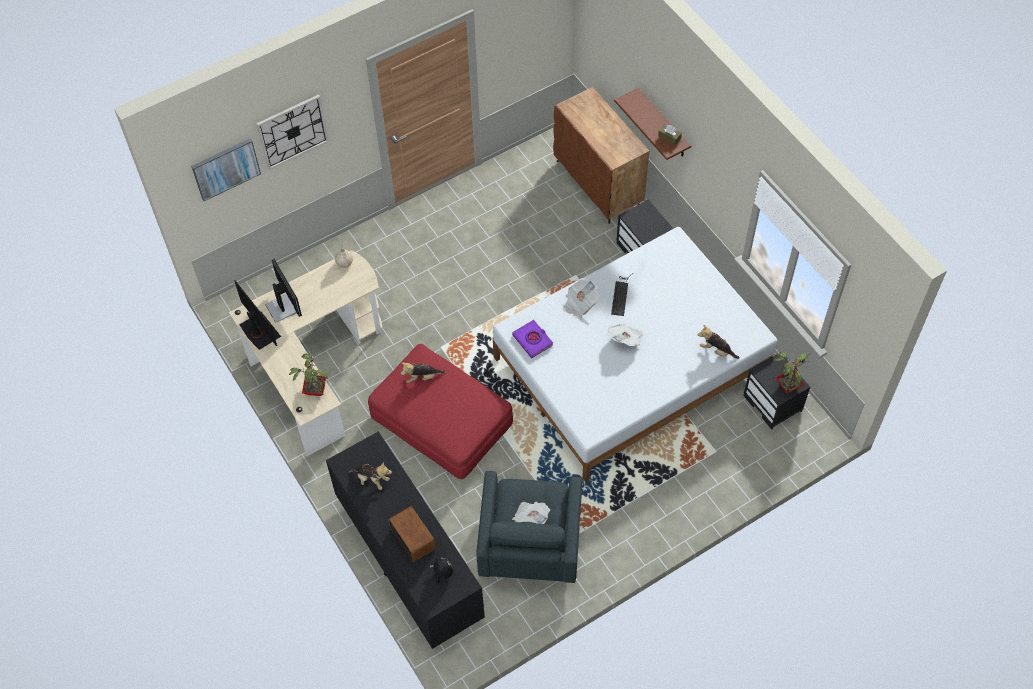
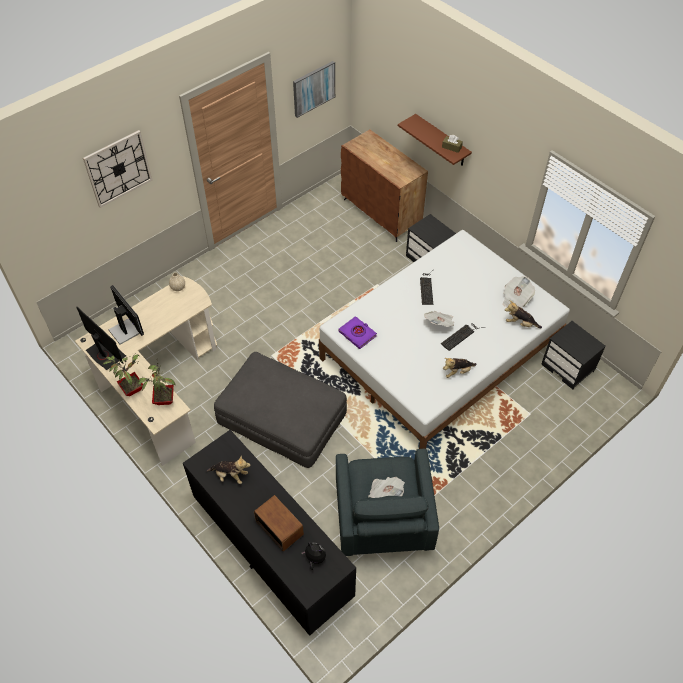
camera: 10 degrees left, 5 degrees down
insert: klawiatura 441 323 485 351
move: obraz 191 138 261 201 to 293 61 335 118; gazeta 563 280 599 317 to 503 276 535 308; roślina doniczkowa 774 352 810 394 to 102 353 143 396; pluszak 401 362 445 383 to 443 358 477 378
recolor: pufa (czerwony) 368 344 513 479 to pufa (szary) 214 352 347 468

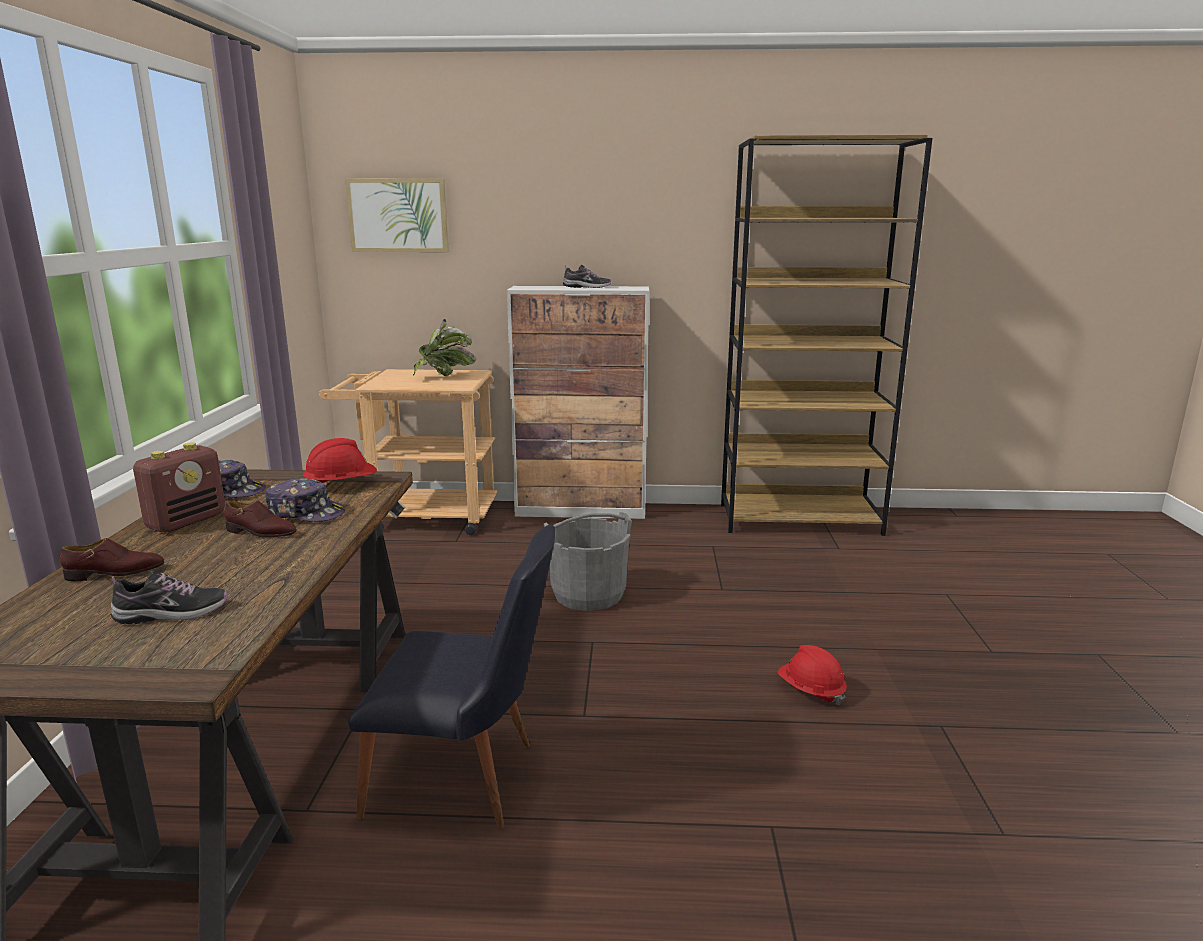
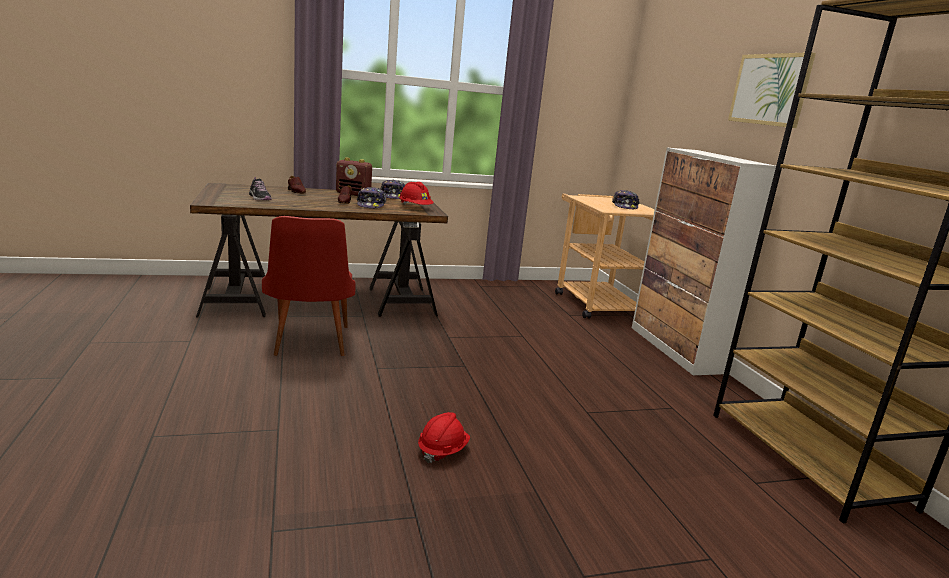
camera: 70 degrees right, 0 degrees up
delete: but 563 265 611 288; wiadro (szary) 543 512 632 611
move: obraz 345 178 449 252 to 728 52 816 128
replace: roślina doniczkowa 413 319 476 376 to czapka z daszkiem 612 190 640 209
recolor: krzesło (czarny) 348 525 555 828 to krzesło (czerwony) 262 216 355 356

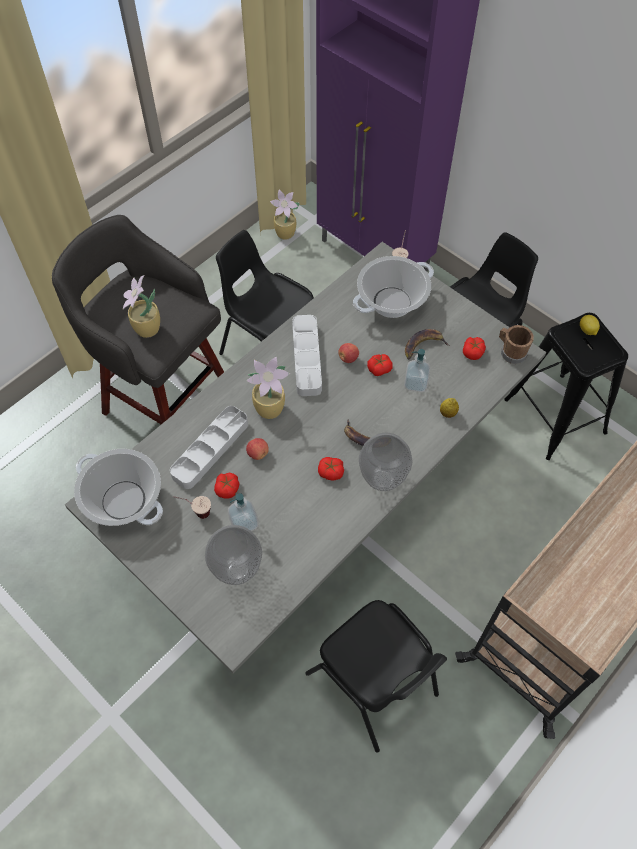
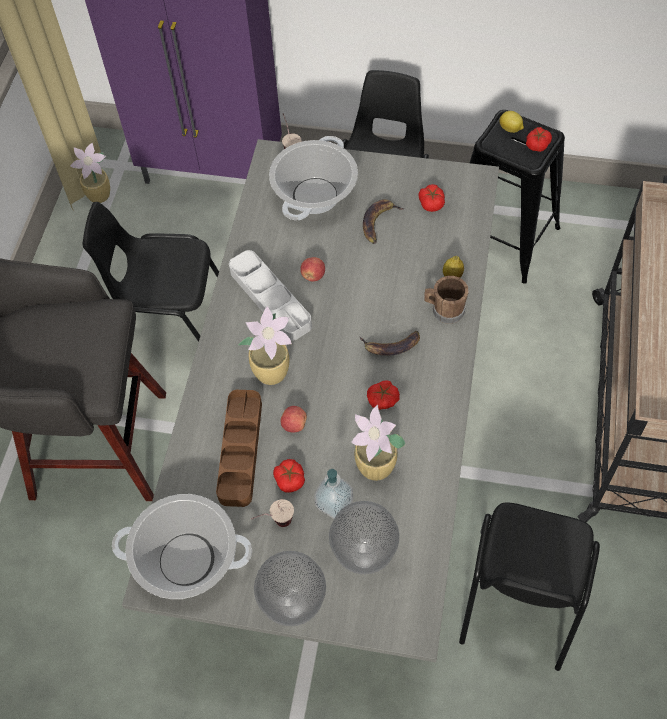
camera: 30 degrees left, 0 degrees up
delete: dozownik mydła 404 349 430 392
move: roślina doniczkowa 123 275 160 338 to 351 405 405 481; kubek (brązowy) 499 325 534 364 to 424 276 469 324; pomidor 367 354 393 376 to 526 127 552 152; wazon 359 433 412 491 to 254 551 326 626
recolor: taca (szary) 170 406 248 489 to taca (brązowy) 216 390 262 507
rotate: krzesło (czarny) 305 600 447 753 = 459 503 600 671 90 degrees clockwise

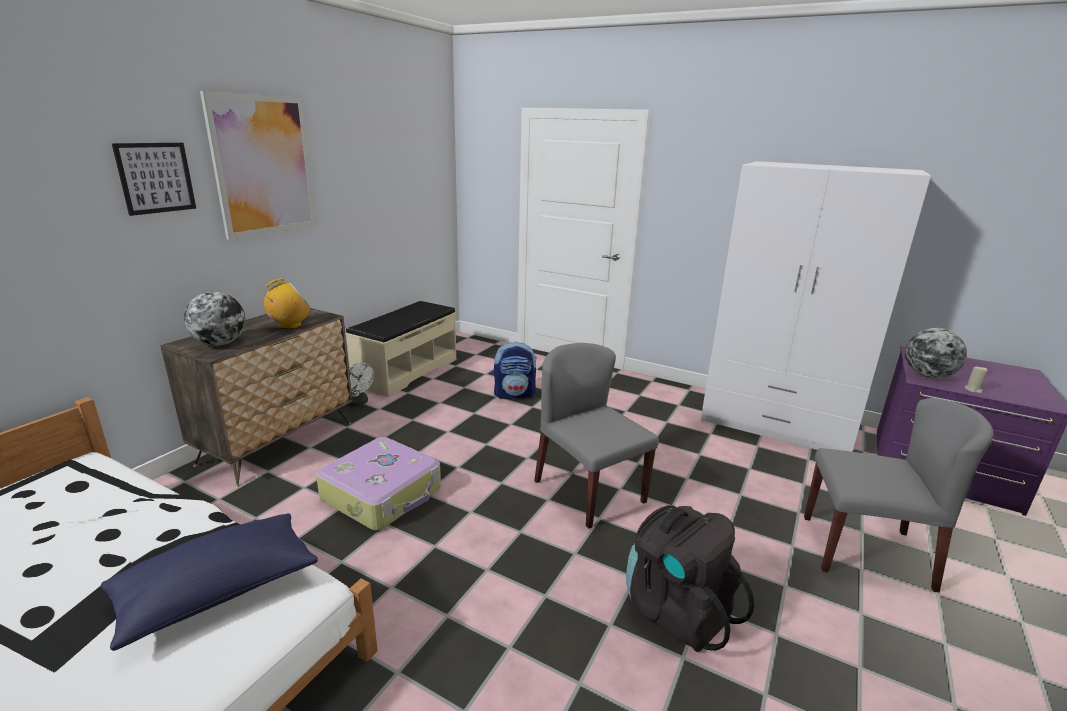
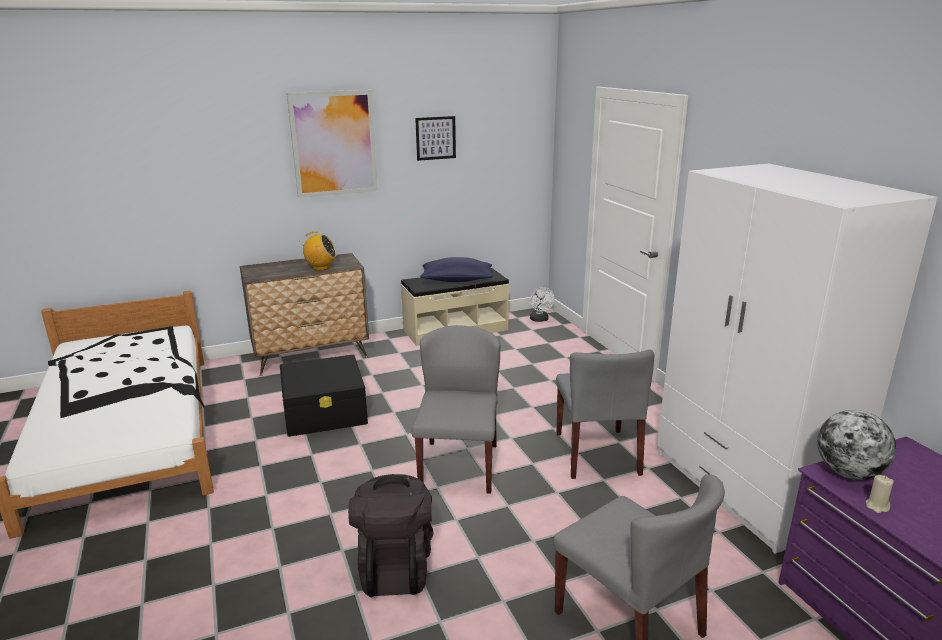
camera: 40 degrees right, 0 degrees up
delete: globus 184 292 245 346; plecak 494 342 537 399
insert: krzesło (szary) 556 350 655 479
move: obraz 112 143 196 216 to 415 116 456 161; wentylator (biały) 346 362 374 407 to 530 287 555 322; poduszka (niebieski) 101 513 318 651 to 420 257 493 282
replace: walizka 316 437 441 530 to pojemnik do przechowywania (czarny) 280 355 368 437

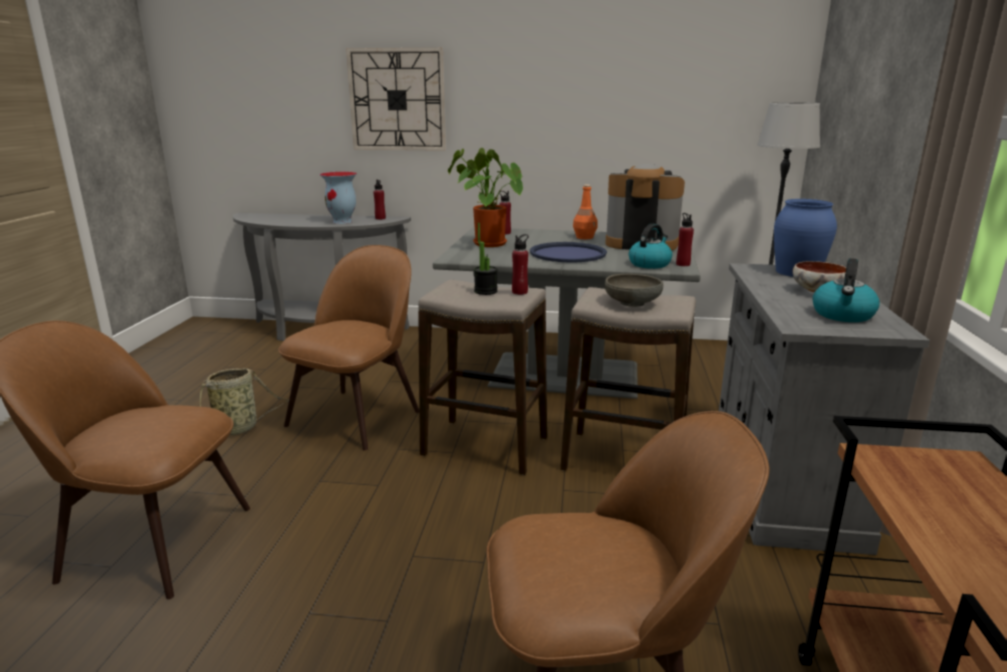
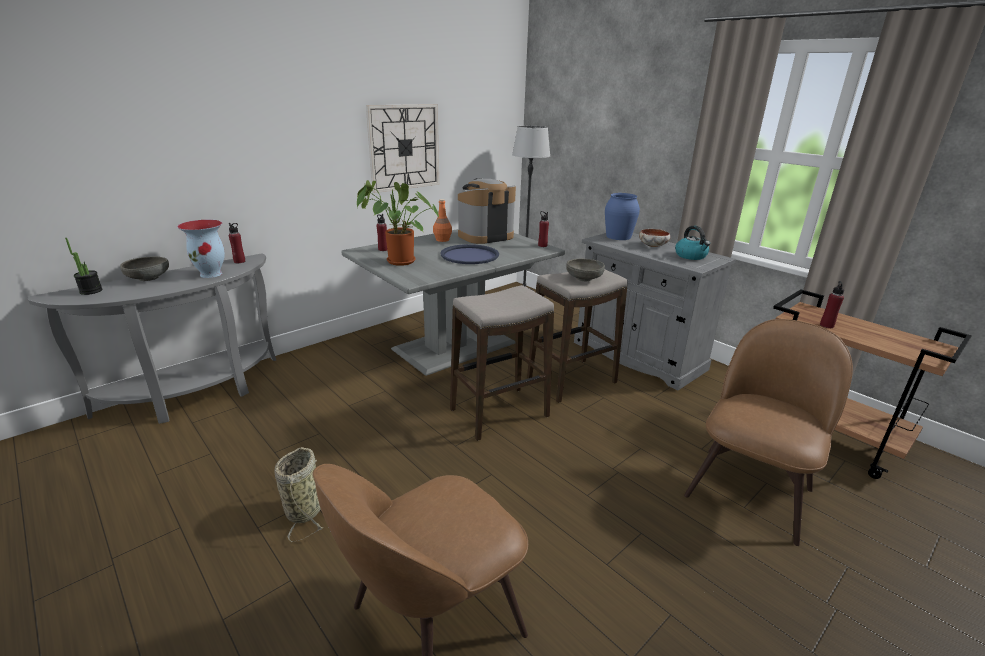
camera: 50 degrees left, 5 degrees up
delete: czajnik 629 224 672 269; krzesło (brązowy) 278 245 420 451
insert: miska (szary) 120 257 169 281
move: zegar ścienny 346 48 446 151 to 366 104 439 193; roślina doniczkowa 474 223 498 295 to 65 238 102 295; butelka (czerwony) 512 234 529 295 to 820 281 844 328

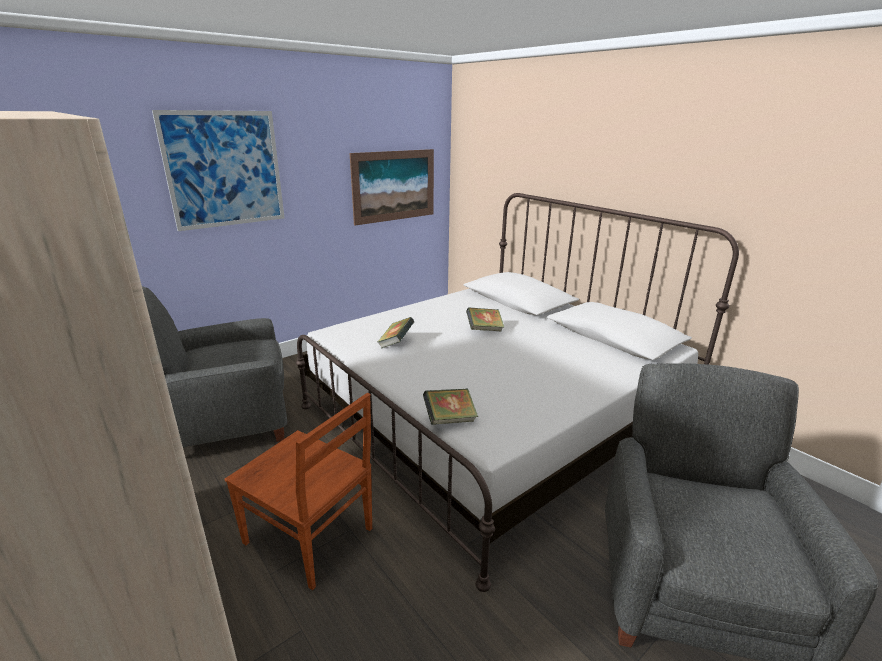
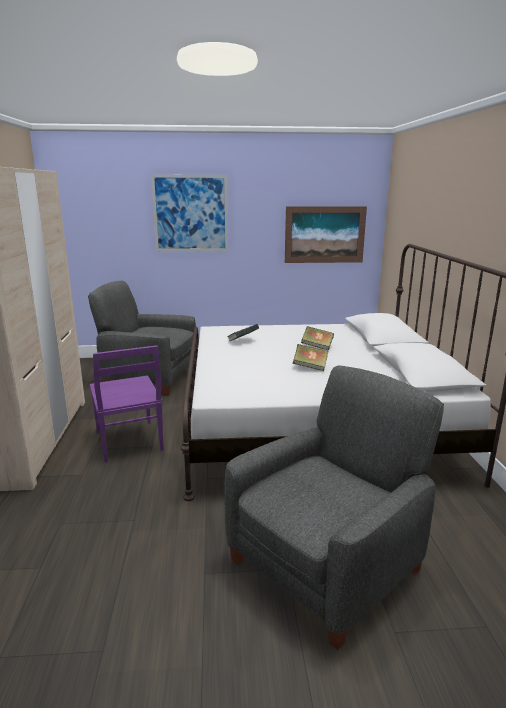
camera: 35 degrees right, 5 degrees down
move: książka 423 388 478 425 to 293 344 328 371
recolor: krzesło (brązowy) 225 393 372 590 to krzesło (fioletowy) 90 345 164 462

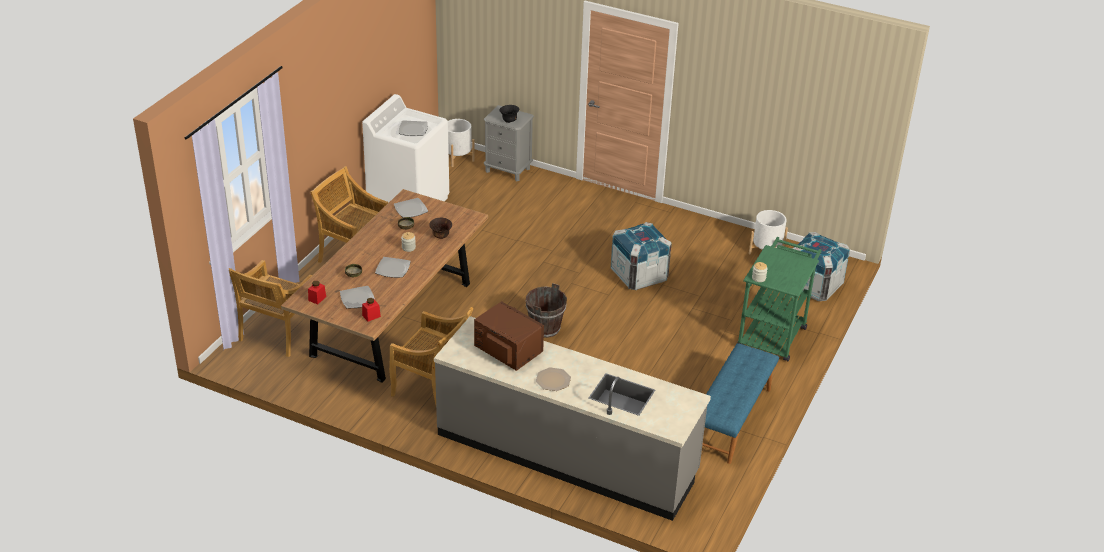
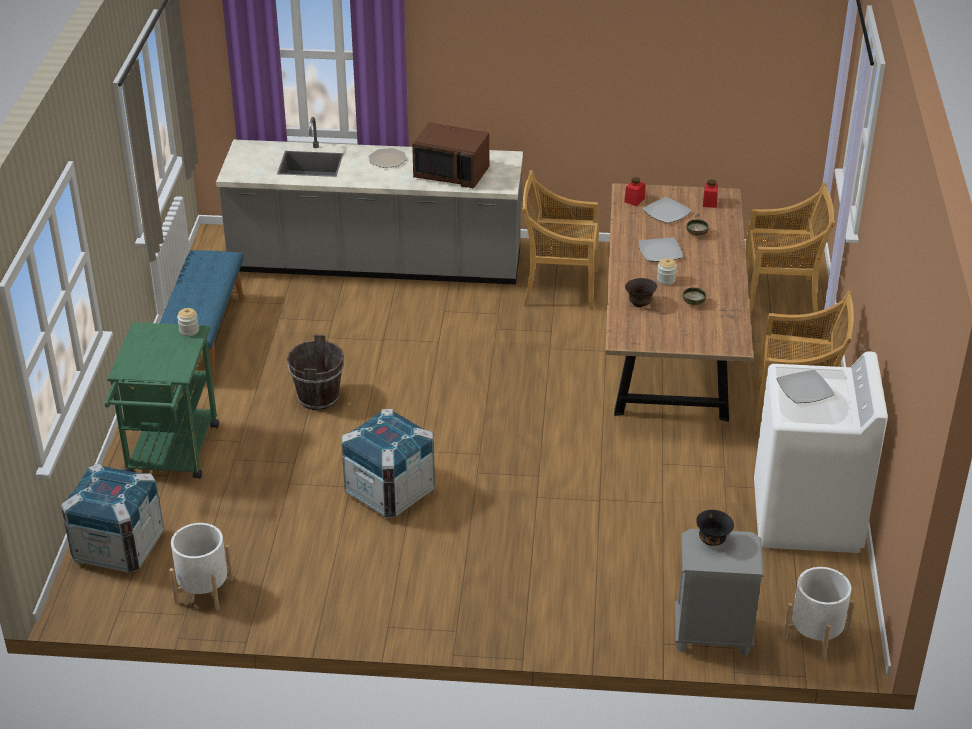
camera: 160 degrees right, 0 degrees up
delete: talerz 394 198 428 217
move: wiadro (brązowy) 525 283 567 338 to 287 335 344 410
rotate: krzesło (beżowy) 229 260 313 357 = 745 182 835 316 90 degrees clockwise

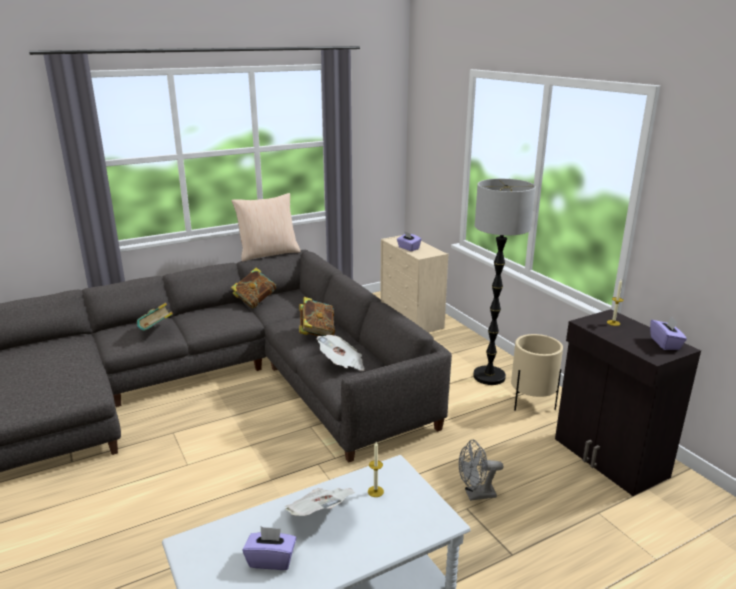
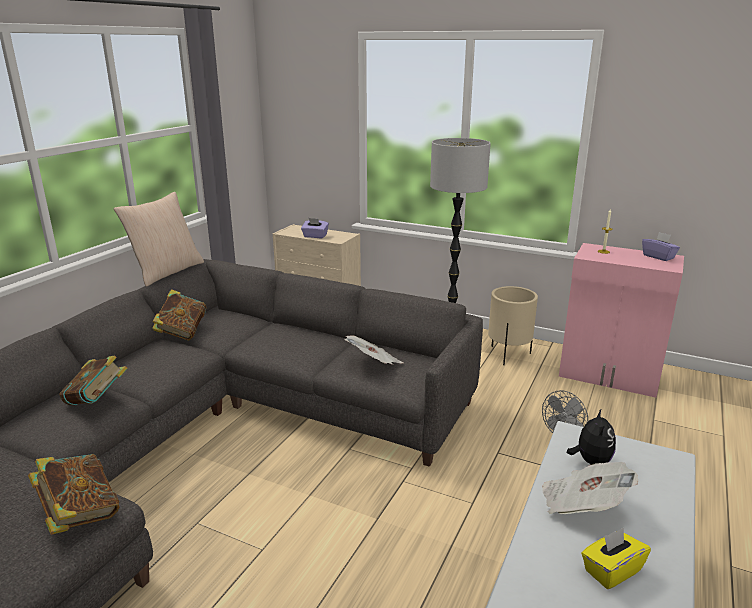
camera: 35 degrees left, 0 degrees up
move: książka 299 297 335 336 to 28 454 120 535
replace: świeca 368 442 384 497 to pluszak 567 408 616 465
recolor: szafka (czarny) 555 309 701 496 to szafka (różowy) 559 243 684 398; pudełko chusteczek (fioletowy) 243 527 296 570 to pudełko chusteczek (żółty) 581 527 651 589

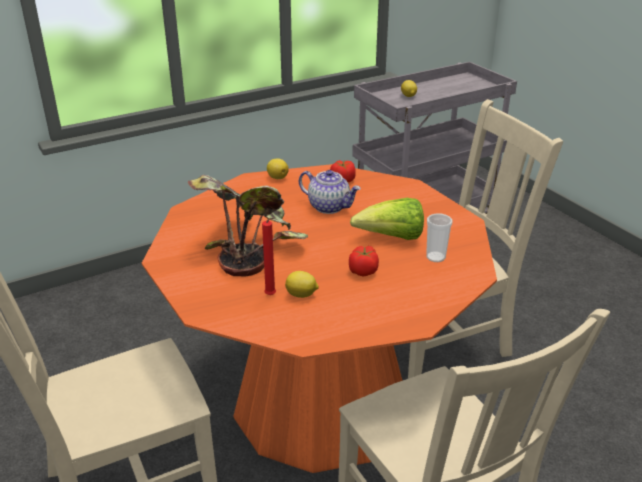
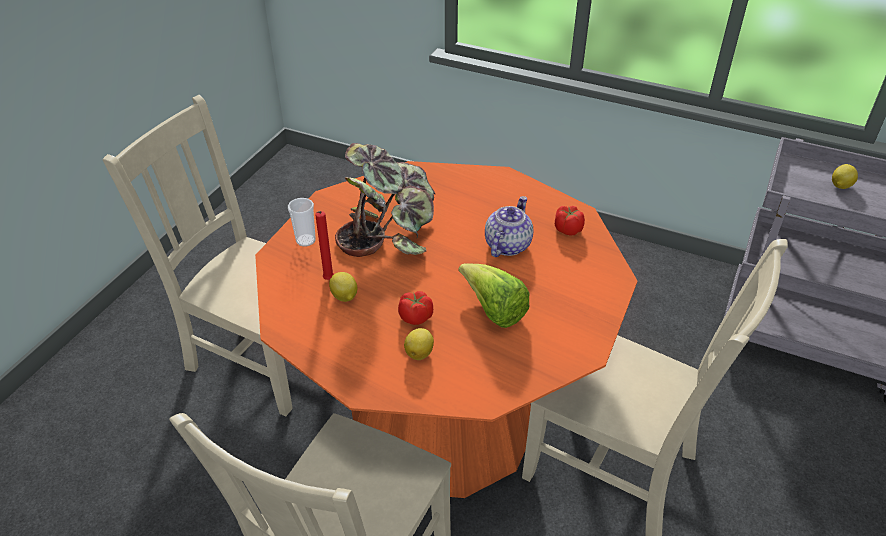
camera: 55 degrees right, 10 degrees up
move: cytryna 267 158 289 179 to 404 328 434 360; filiżanka 426 213 453 262 to 288 198 316 247
rotate: imbryk 299 170 361 214 = 485 196 533 257 150 degrees counterclockwise

